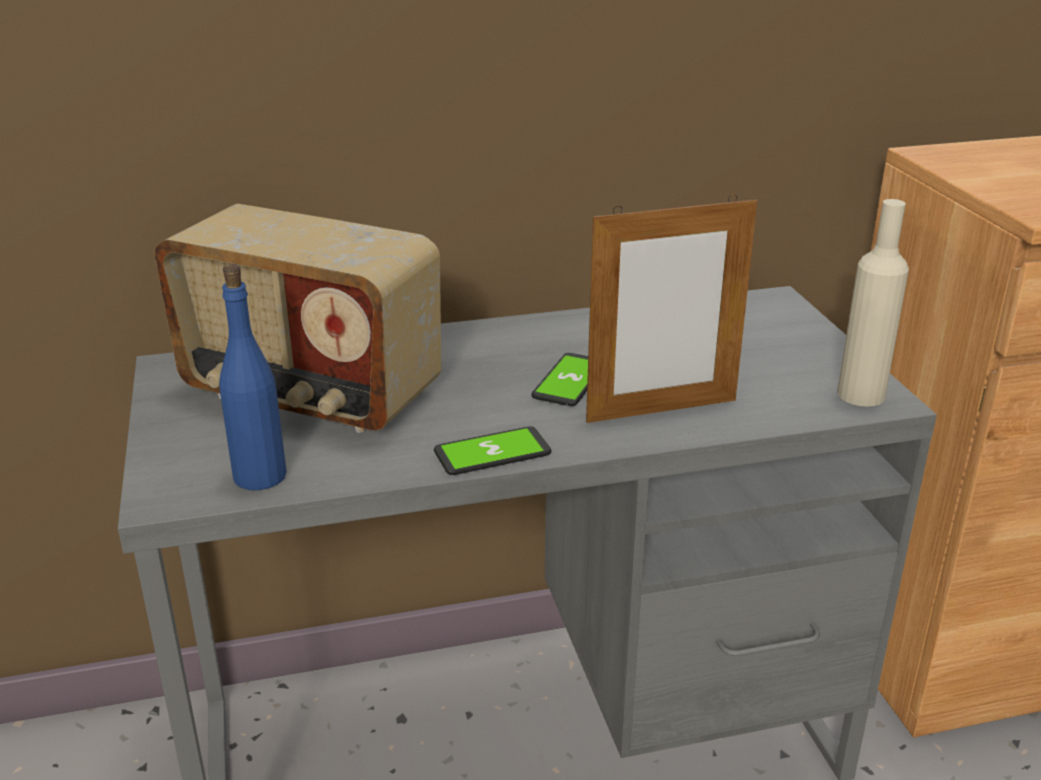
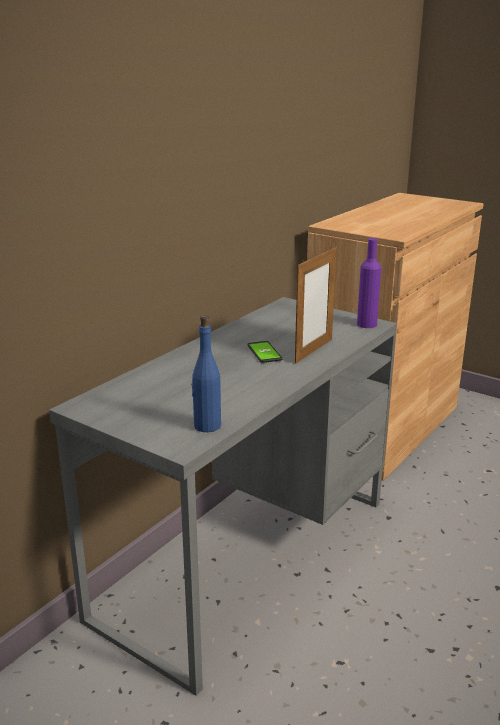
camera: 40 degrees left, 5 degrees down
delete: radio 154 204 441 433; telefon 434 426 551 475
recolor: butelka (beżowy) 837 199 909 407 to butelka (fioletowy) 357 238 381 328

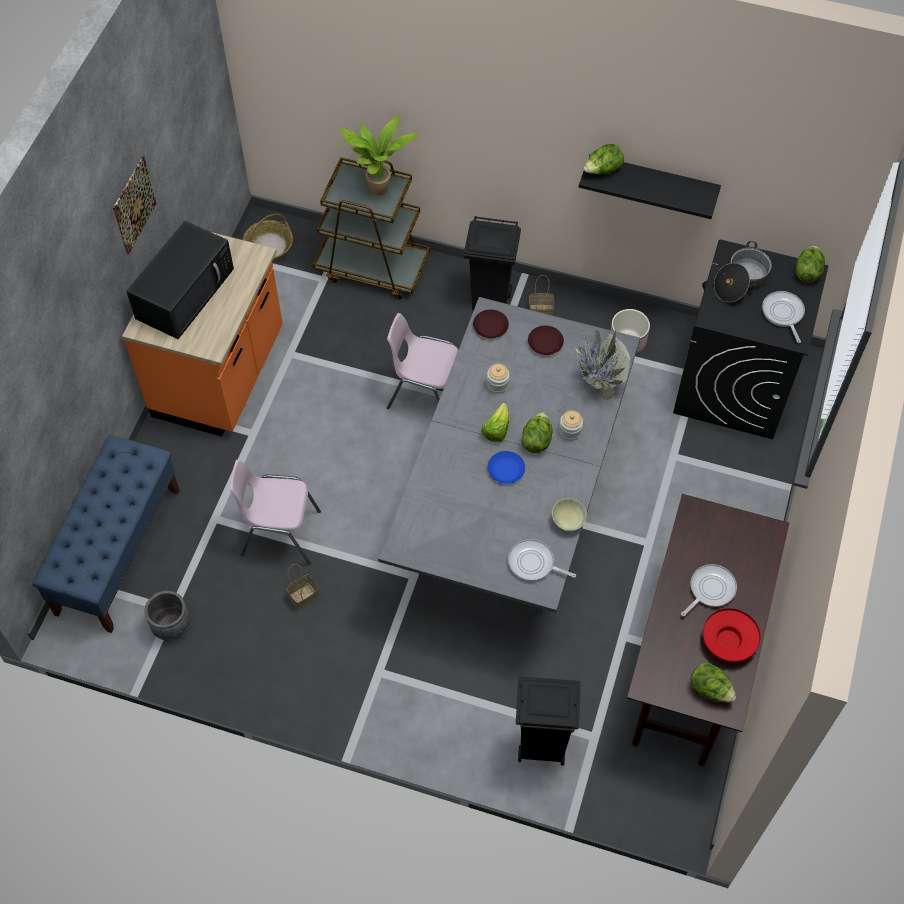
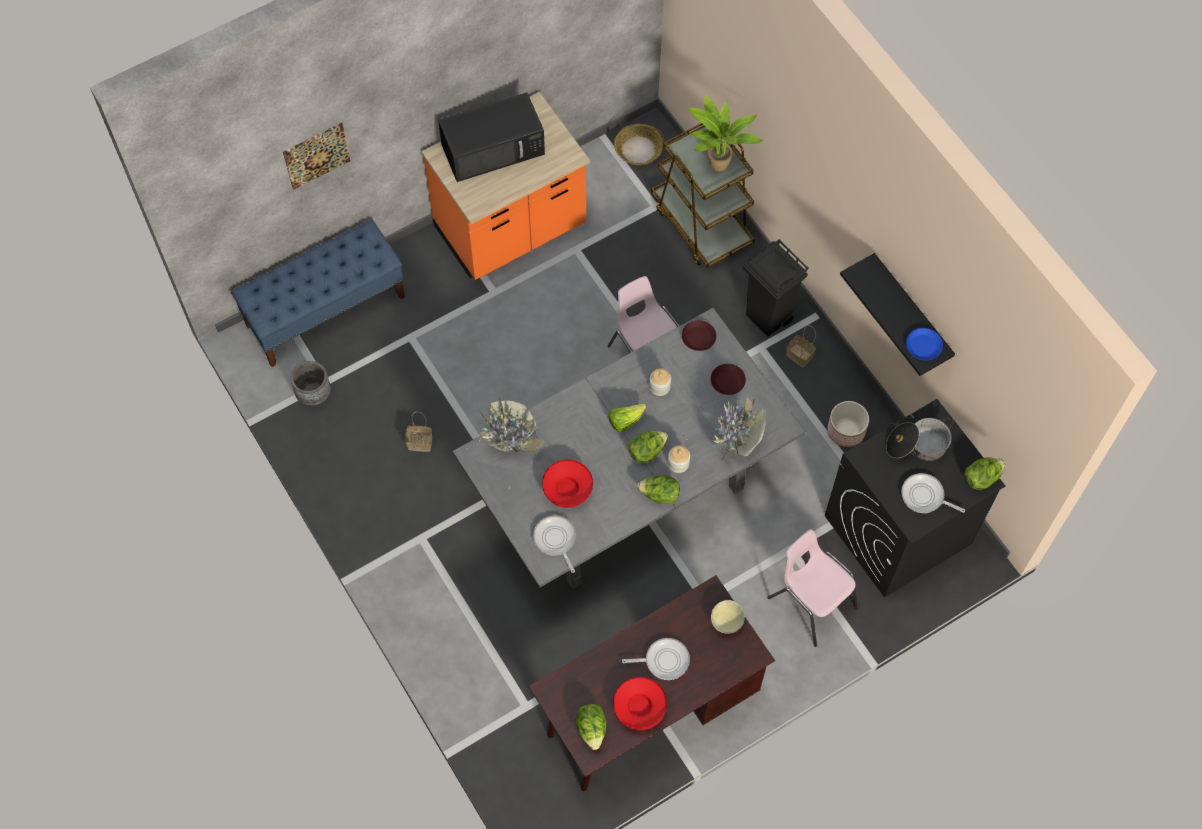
camera: 40 degrees right, 5 degrees up
delete: kosz na śmieci (czarny) 516 676 580 766
insert: roślina doniczkowa 474 397 548 489; miska (czerwony) 542 460 593 508
move: sałata 584 144 624 174 to 637 475 680 504; obraz 113 156 157 255 to 283 123 351 190; talerz (niebieski) 487 451 525 484 to 906 328 943 360; krzesło (różowy) 229 460 321 565 to 768 529 857 647; miska (beżowy) 552 498 587 531 to 711 600 745 634
rotate: patelnia 762 291 805 343 = 901 473 965 513 90 degrees counterclockwise

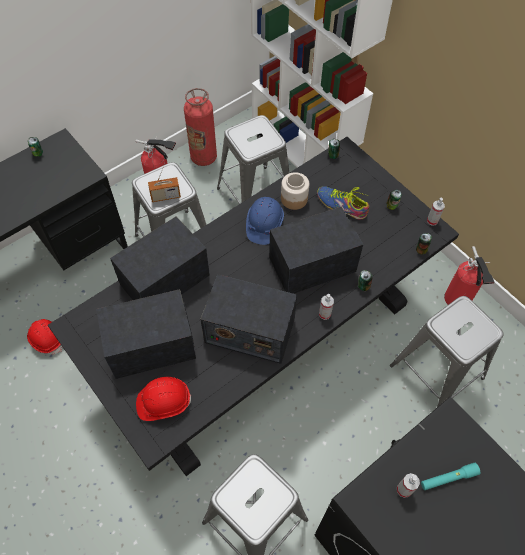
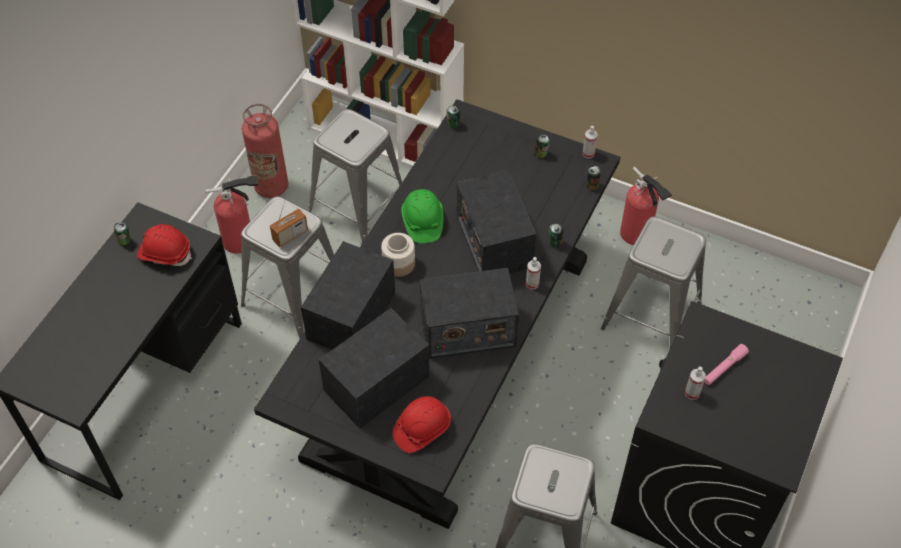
camera: 25 degrees left, 5 degrees down
delete: but 317 186 369 220
move: słoik 281 172 309 210 to 381 233 415 277; kask (czerwony) 27 319 63 354 to 137 224 192 266
recolor: kask (niebieski) 246 197 284 245 to kask (zielony) 401 189 443 243; latarka (turkusowy) 421 463 481 490 to latarka (różowy) 704 344 749 385
rotate: radio 269 206 363 294 = 457 170 536 274 60 degrees counterclockwise

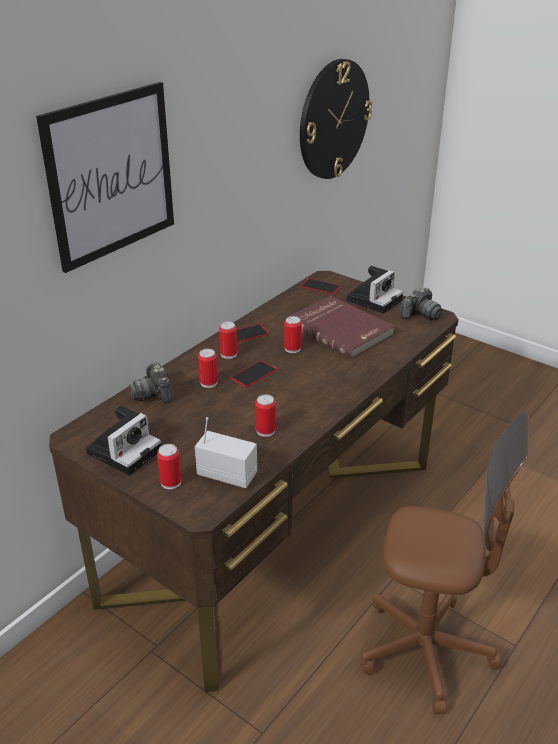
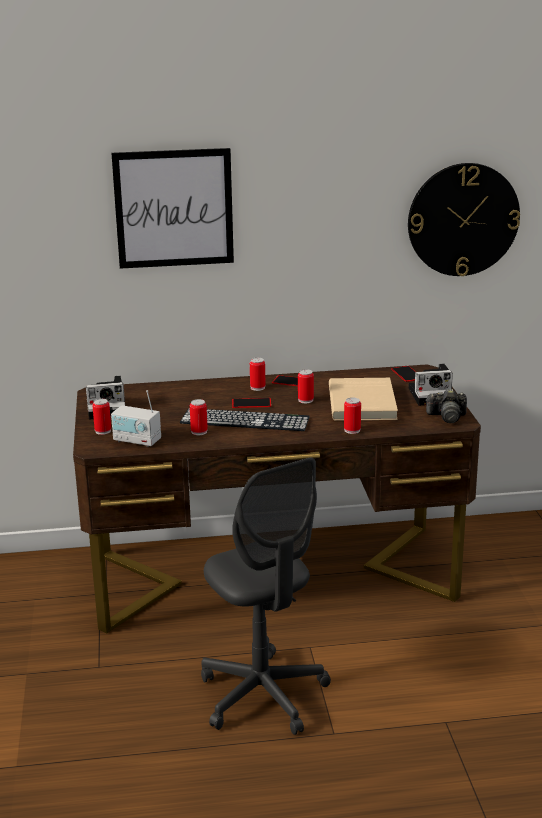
camera: 45 degrees right, 10 degrees down
delete: aparat fotograficzny 129 362 173 404
insert: klawiatura 180 408 310 431
move: puszka 198 349 218 388 to 344 398 361 434
recolor: książka (czerwony) 287 296 395 359 to książka (beżowy) 329 378 398 421; krzesło biurowe (brązowy) 361 412 529 715 to krzesło biurowe (szary) 201 458 331 735
rotate: radio 195 417 257 488 = 111 390 161 447 135 degrees clockwise

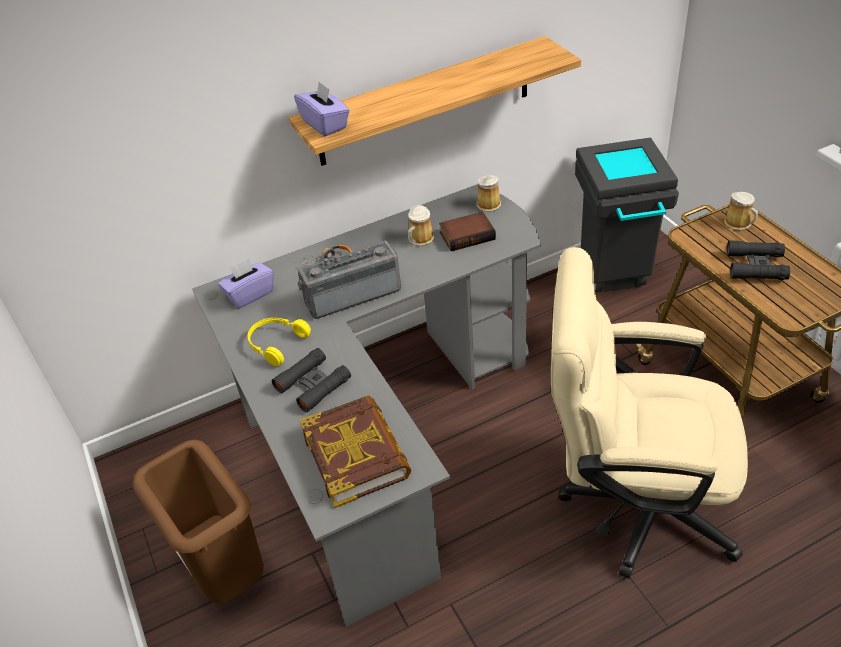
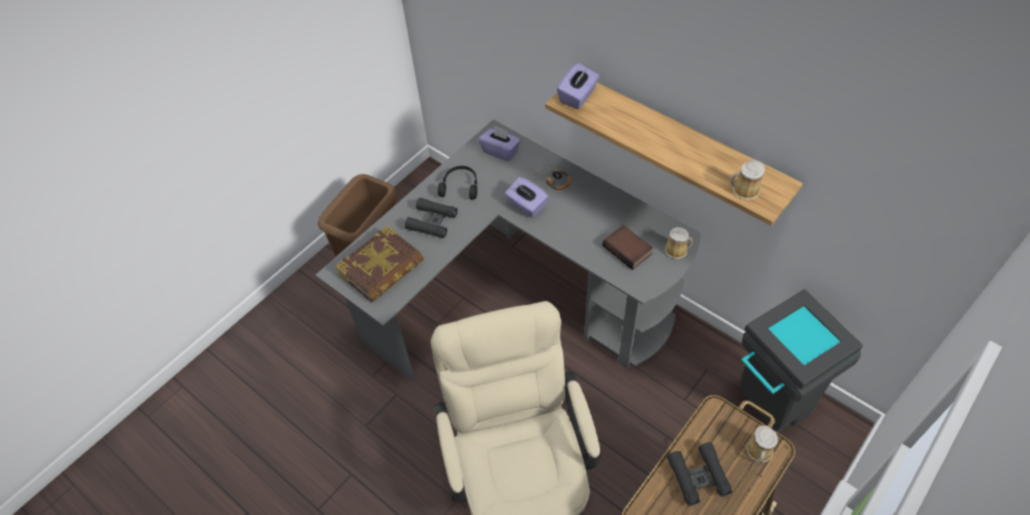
camera: 65 degrees right, 10 degrees up
move: kubek 408 205 434 246 to 731 160 765 200
replace: radio 297 241 401 319 to pudełko chusteczek (fioletowy) 505 177 549 218
recolor: słuchawki (żółty) 248 318 311 366 to słuchawki (czarny) 438 166 477 200

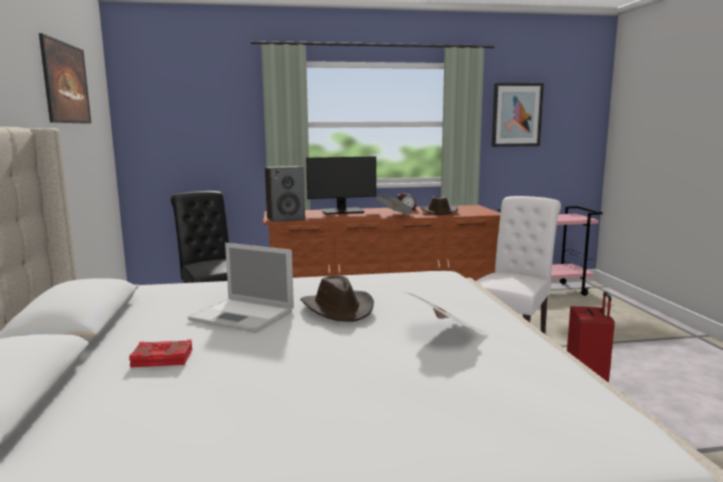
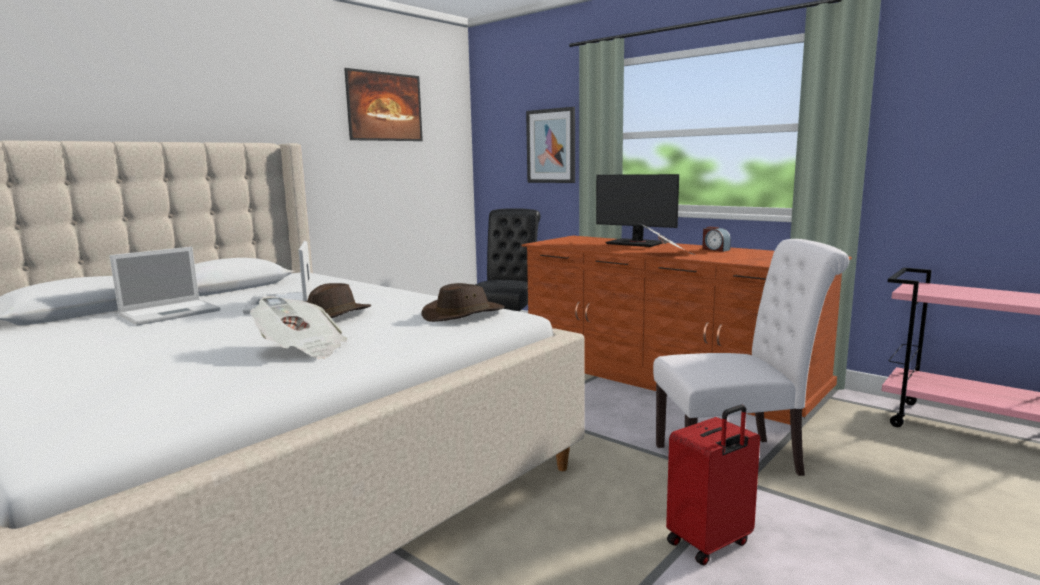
camera: 50 degrees right, 0 degrees up
delete: głośnik 265 166 305 222
move: obraz 492 83 544 147 to 526 107 575 183; kapelusz (brązowy) 420 196 458 215 to 422 283 505 322
replace: książka (czerwony) 129 339 192 368 to laptop 109 247 220 325

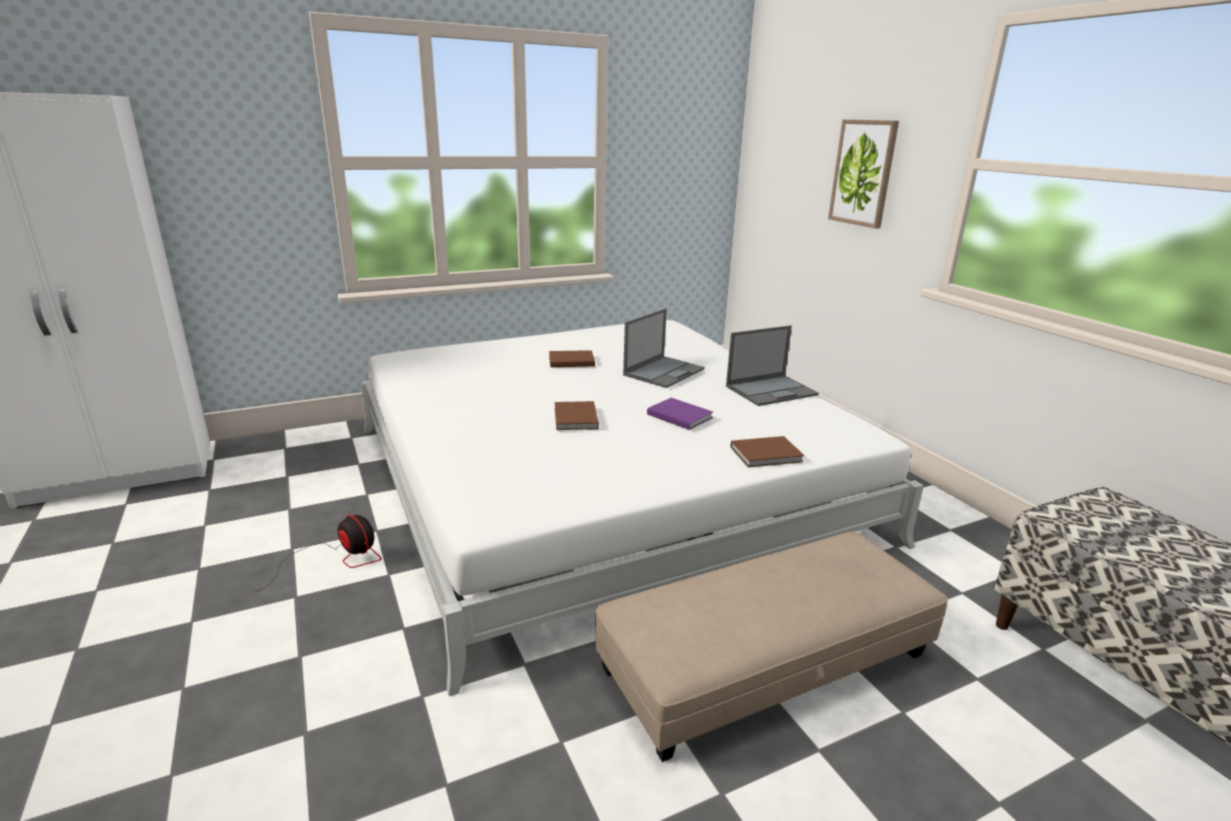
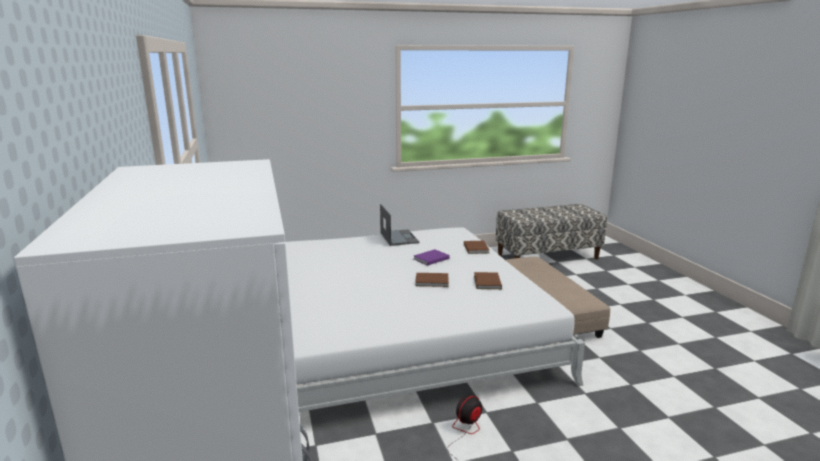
camera: 80 degrees left, 5 degrees down
delete: obraz 828 120 899 229; laptop 623 309 705 388
move: książka (brązowy) 549 350 595 367 to 474 272 502 289

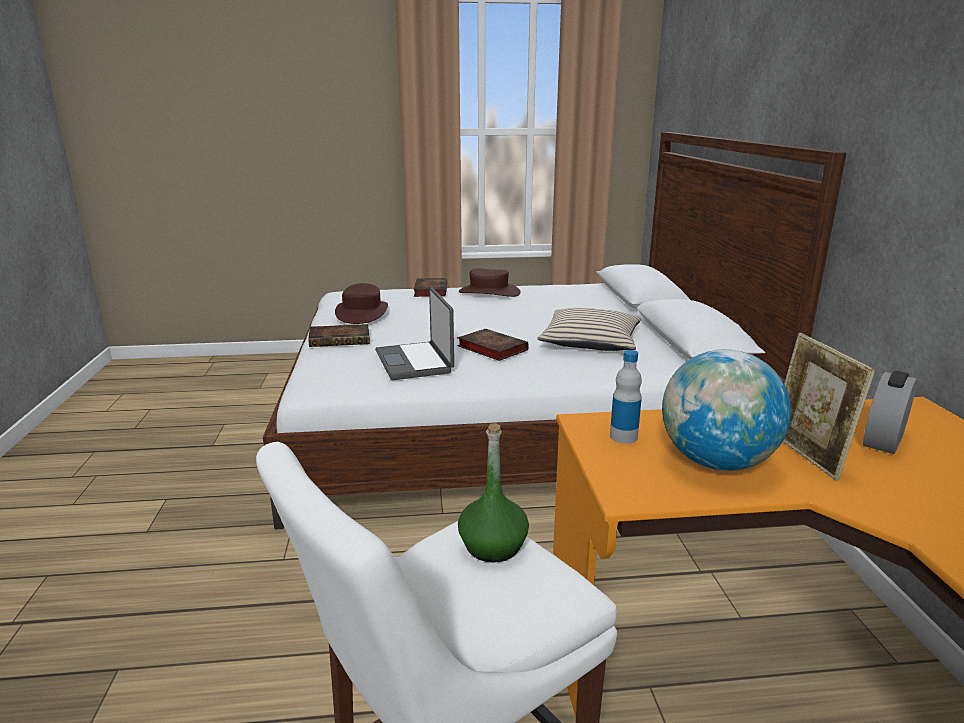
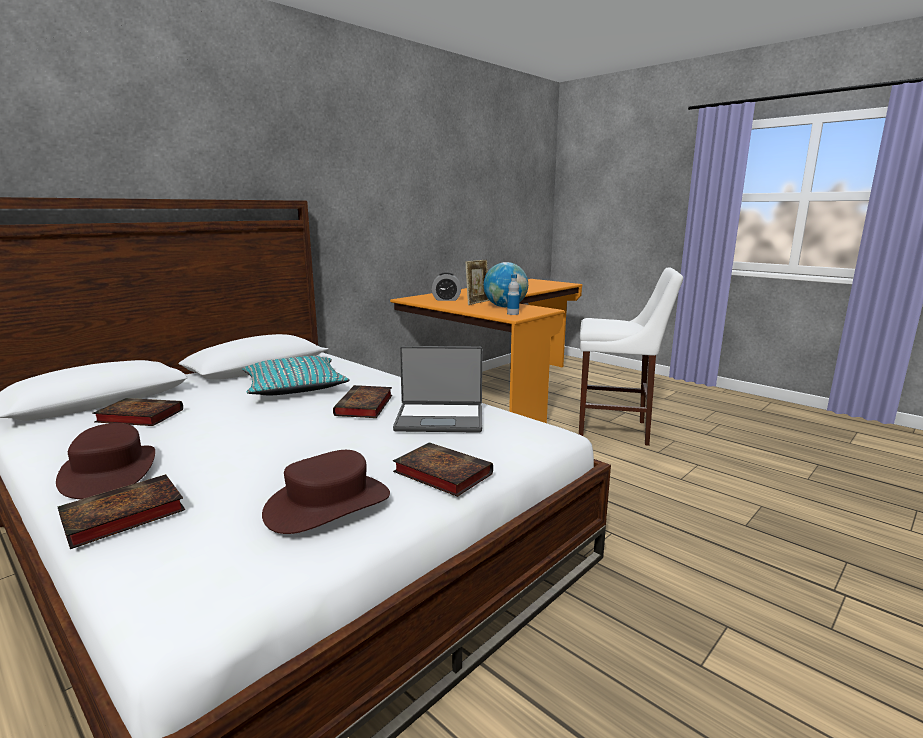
camera: 130 degrees left, 5 degrees down
delete: butelka (zielony) 458 423 529 563
insert: książka 93 398 183 426
recolor: poduszka (beżowy) 538 308 641 351 to poduszka (turkusowy) 242 356 350 395
rotate: laptop 375 287 454 380 = 393 346 482 433 60 degrees clockwise

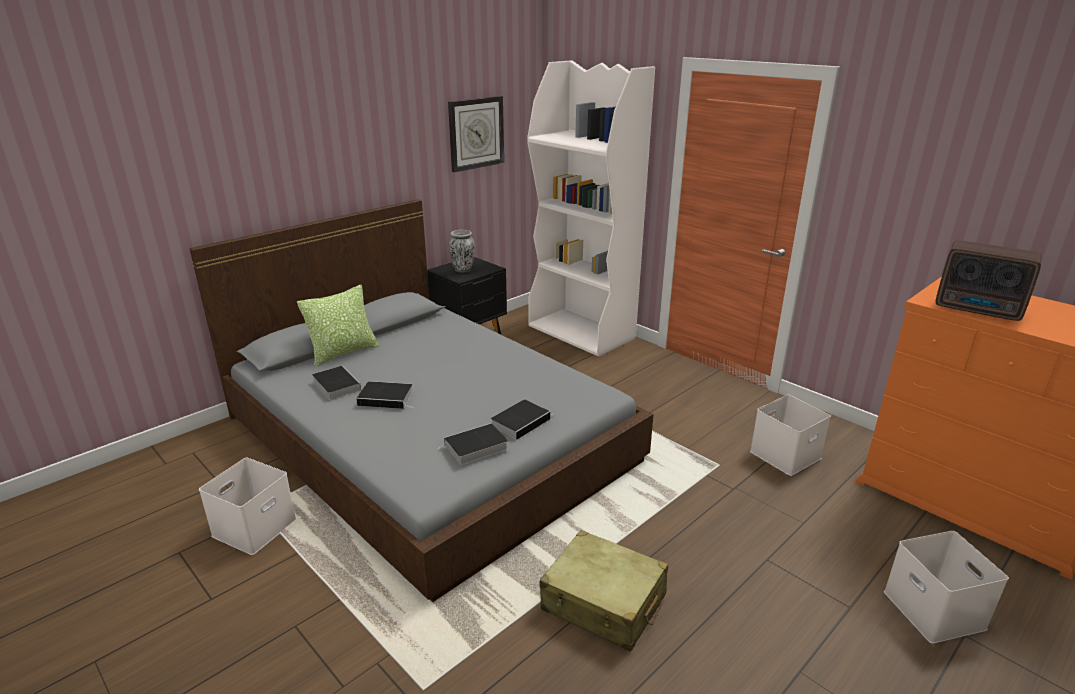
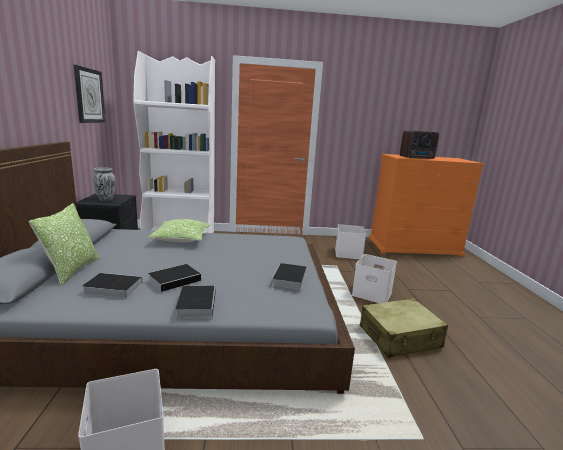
camera: 50 degrees left, 10 degrees down
insert: poduszka 148 219 211 242
move: książka 491 399 555 440 to 175 286 215 318; pojemnik do przechowywania (biały) 884 531 1009 644 to 352 254 397 303

